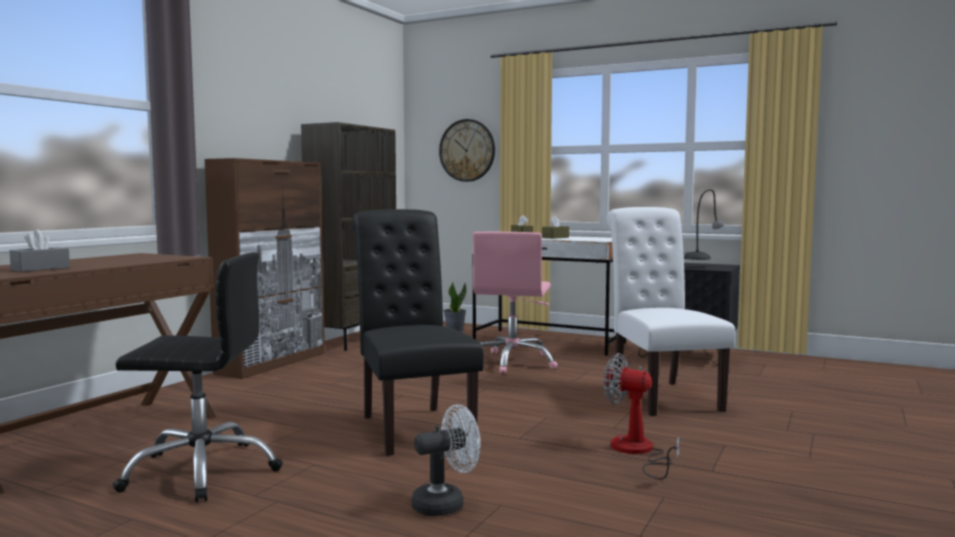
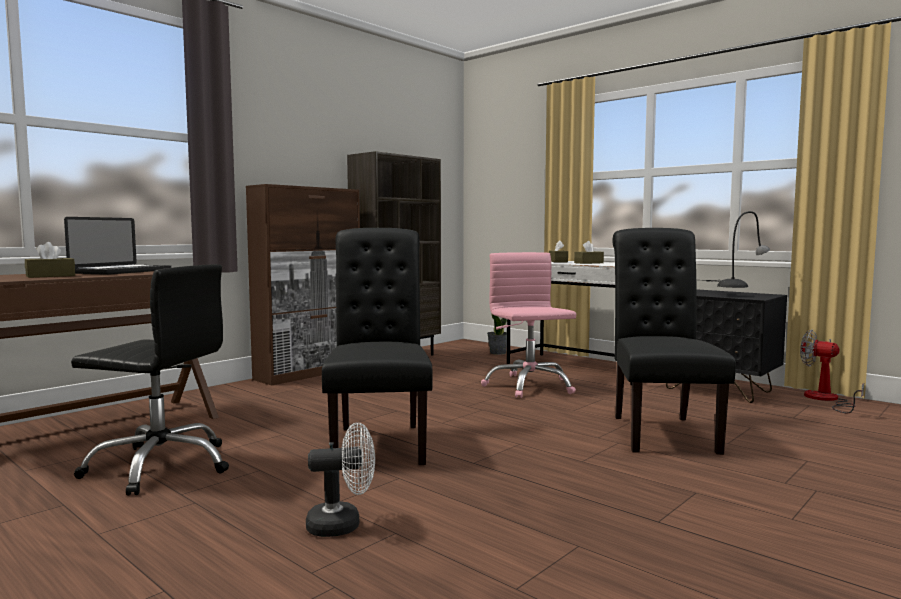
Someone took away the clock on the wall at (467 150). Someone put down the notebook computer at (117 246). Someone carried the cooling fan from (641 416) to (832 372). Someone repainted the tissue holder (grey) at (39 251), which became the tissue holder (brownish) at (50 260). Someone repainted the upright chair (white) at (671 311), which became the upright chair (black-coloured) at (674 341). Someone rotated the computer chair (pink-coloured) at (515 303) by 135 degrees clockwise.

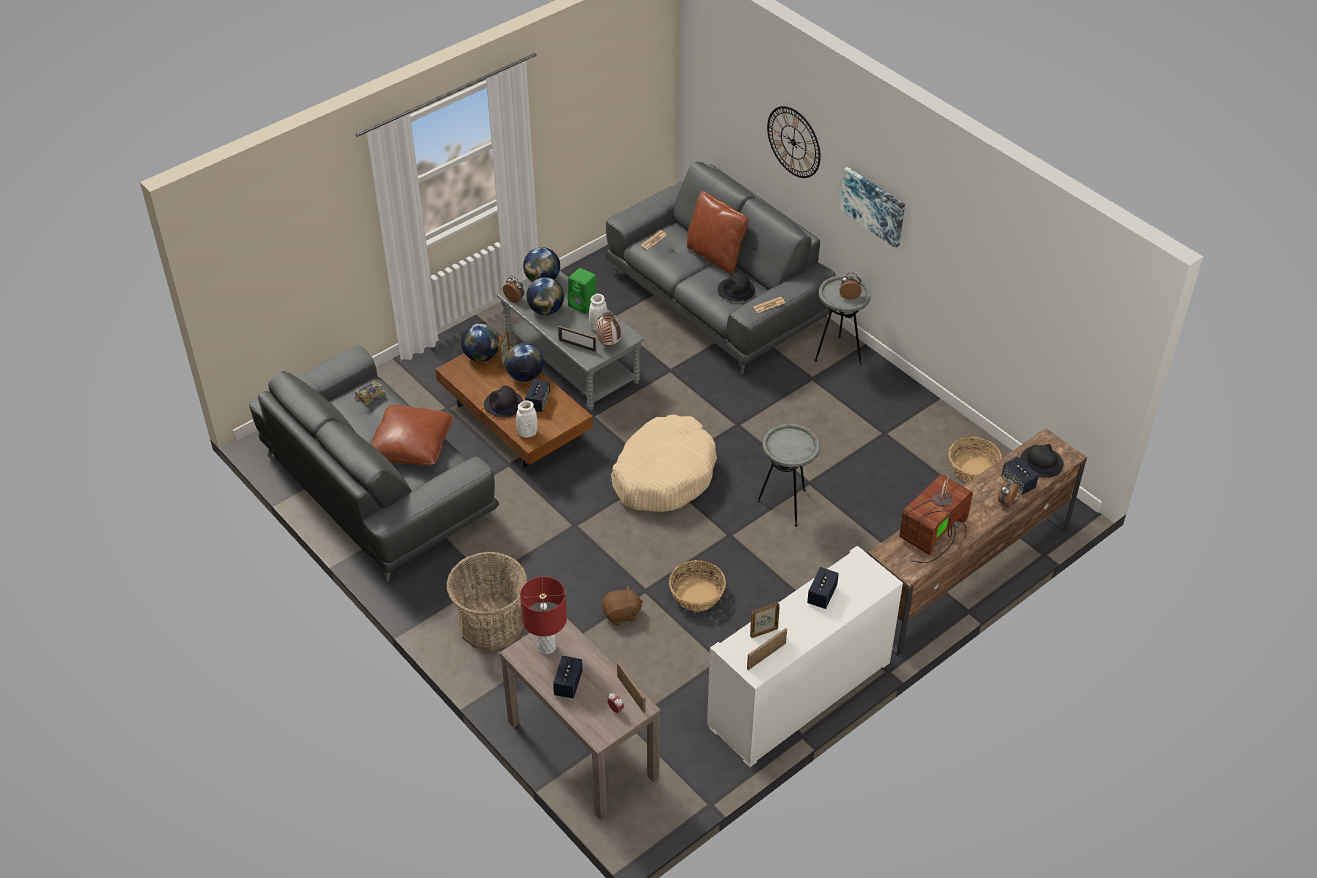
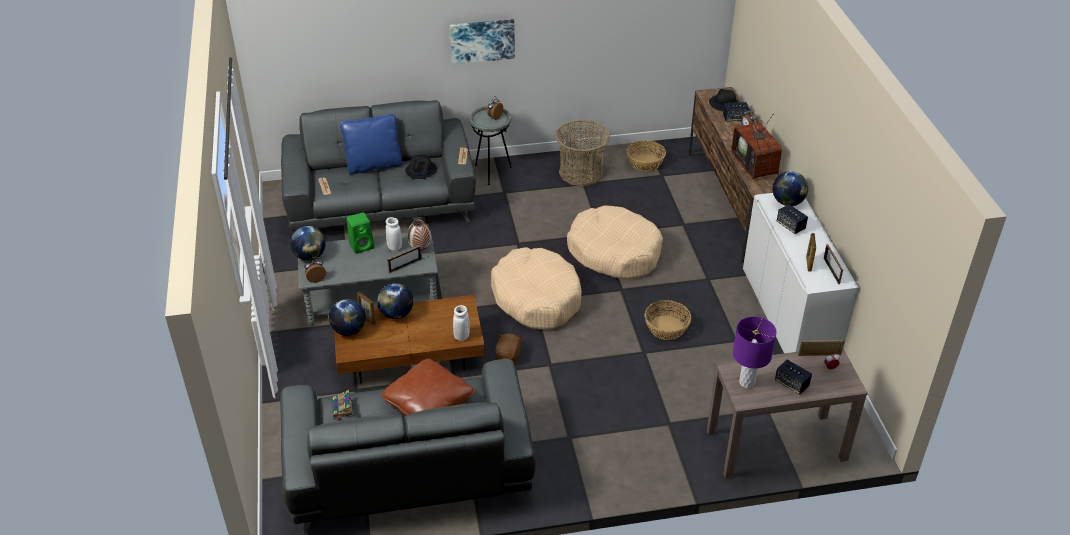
Someone took away the clothing hat (black-coloured) at (503 402). Someone took away the speaker at (537 395). Someone took away the clock on the wall at (794 142). Someone carried the basket from (486 601) to (582 152). Someone carried the world globe from (545 296) to (790 188). Someone carried the soft toy (brownish) from (622 605) to (509 349). Someone swapped the accent table (grey) at (788 475) for the dog bed (beige) at (615 242). Someone repainted the table lamp (red) at (543 615), which became the table lamp (purple) at (755 352). Someone repainted the throw pillow (brownish) at (717 232), which became the throw pillow (blue) at (371 144).

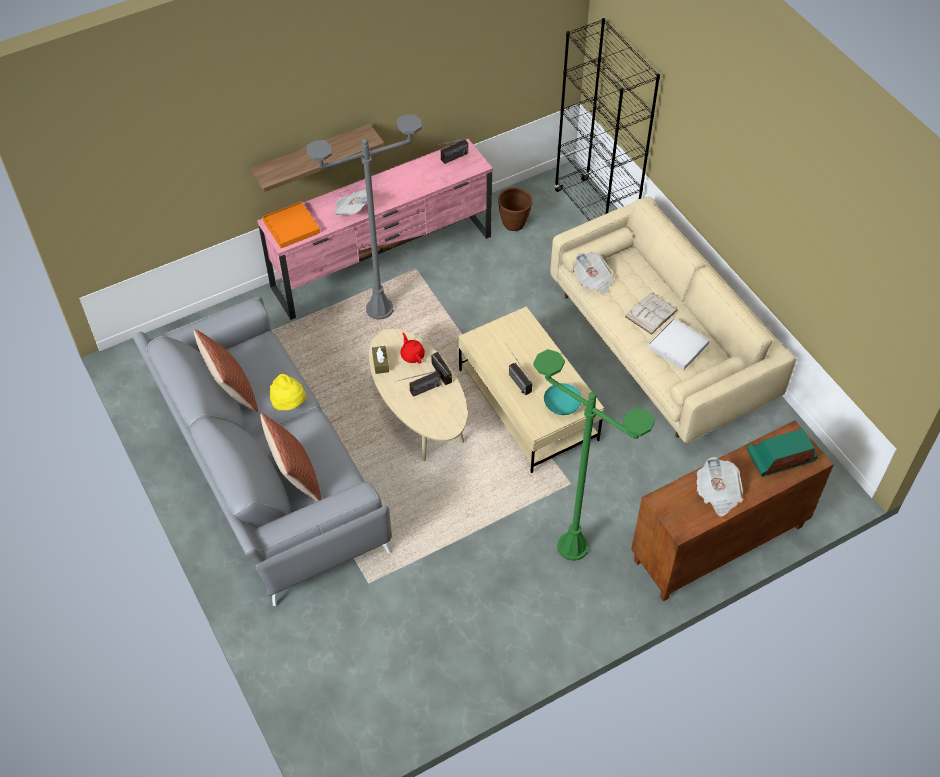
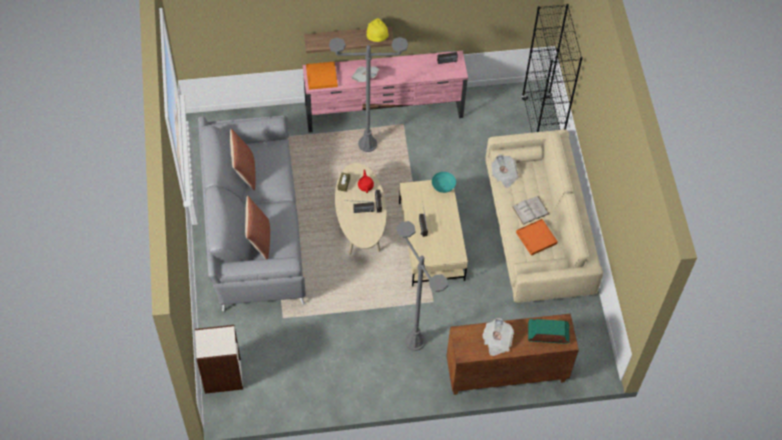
Someone took away the plant pot (brownish) at (515 209). Someone put down the bookshelf at (219 359). Someone carried the clothing hat (yellow) from (288 392) to (378 30). Someone carried the serving bowl (turquoise-coloured) from (563 399) to (444 182). Someone repainted the floor lamp (green-coloured) at (594 455), which became the floor lamp (grey) at (422 286). Someone repainted the carrying tray (white) at (679 344), which became the carrying tray (orangey) at (537 237).

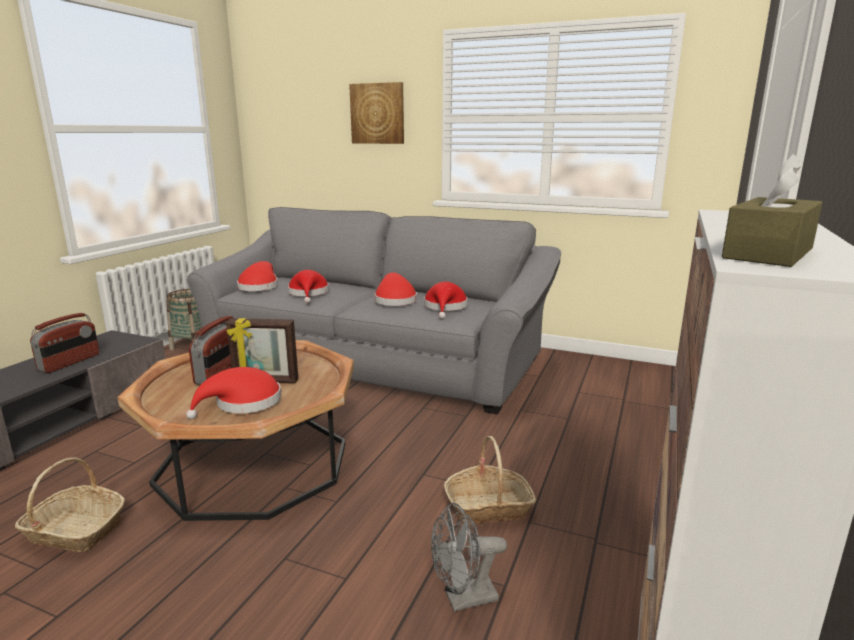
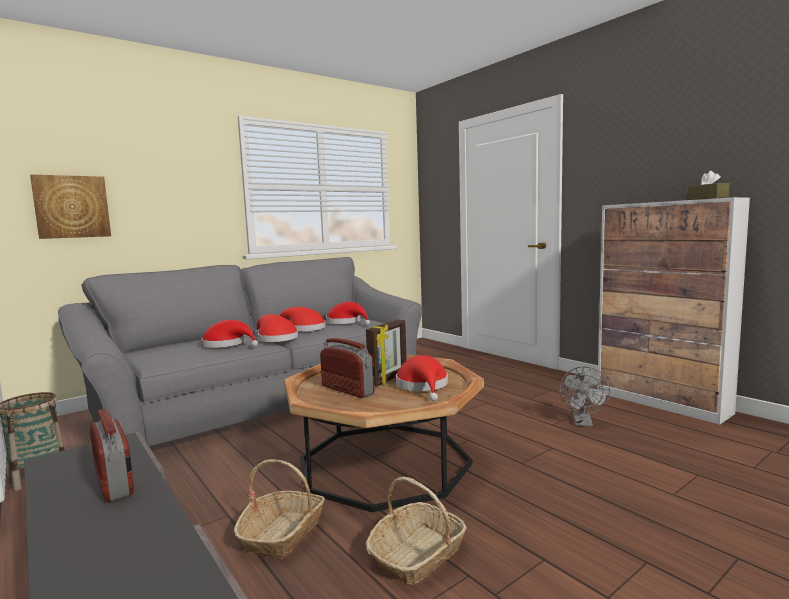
Someone carried the clothing hat (red) from (257 276) to (276 328). Someone carried the picture from (376 113) to (70 206). Someone carried the basket from (490 480) to (279 509).

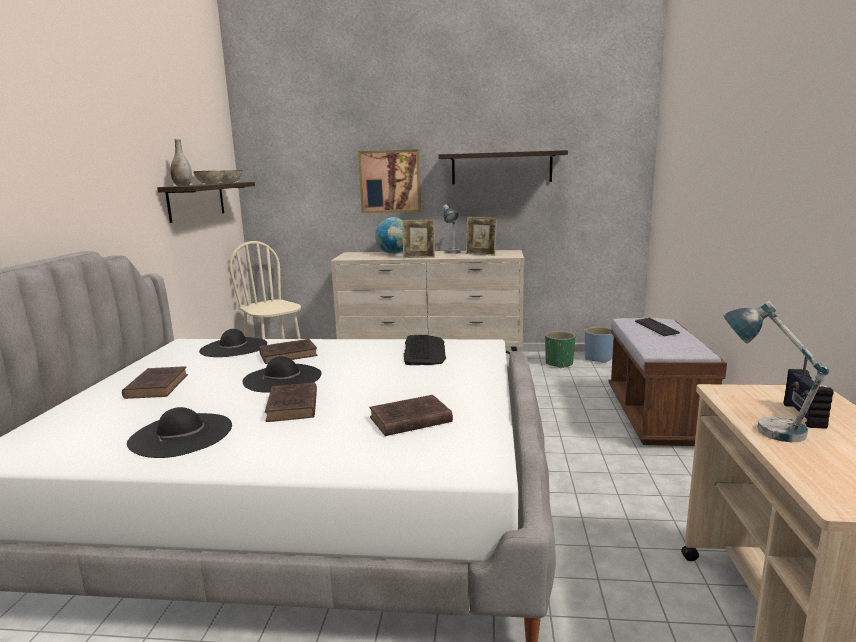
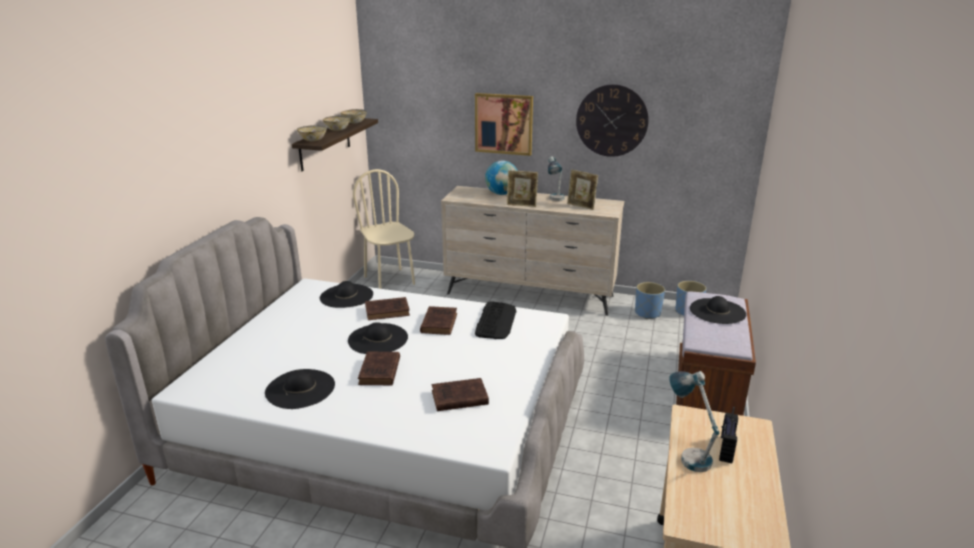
Someone carried the bound book (brownish) from (155 382) to (438 320). Someone swapped the decorative vase (grey) at (181 162) for the serving bowl at (312 133). Someone swapped the shelf at (503 167) for the clock on the wall at (612 120). Someone swapped the computer keyboard at (657 327) for the clothing hat (black-coloured) at (718 310). Someone repainted the plant pot (green-coloured) at (560 349), which became the plant pot (blue) at (650 300).

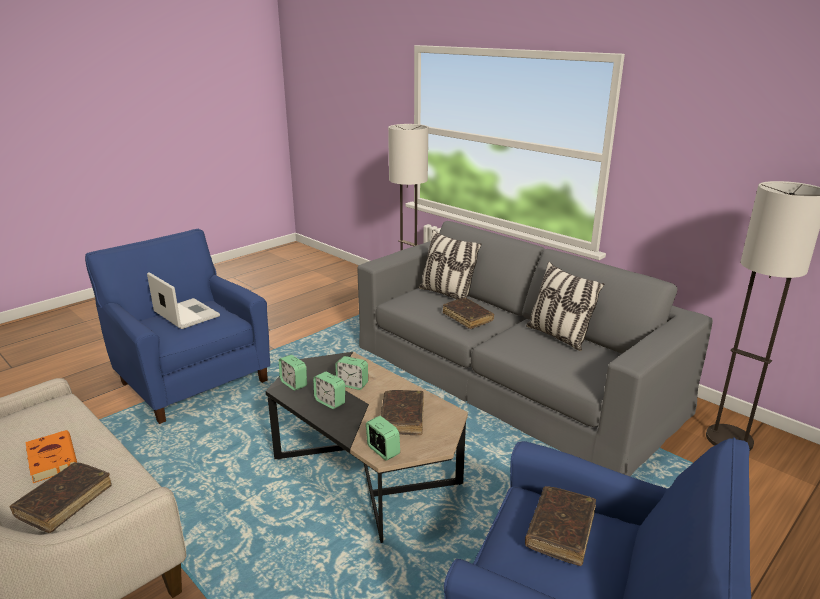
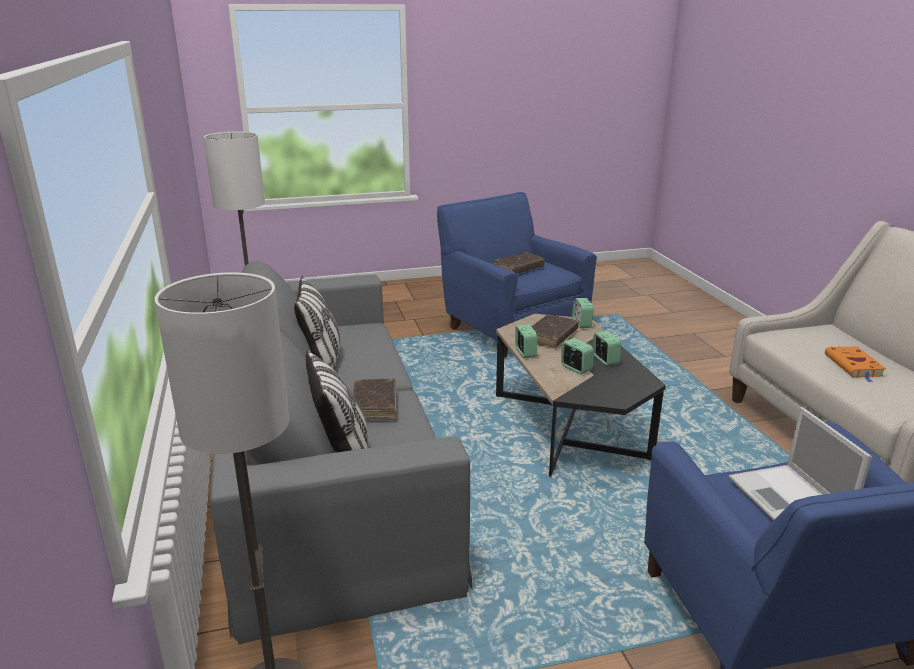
Someone took away the bound book (brownish) at (61 497). Someone carried the alarm clock from (293 373) to (526 341).

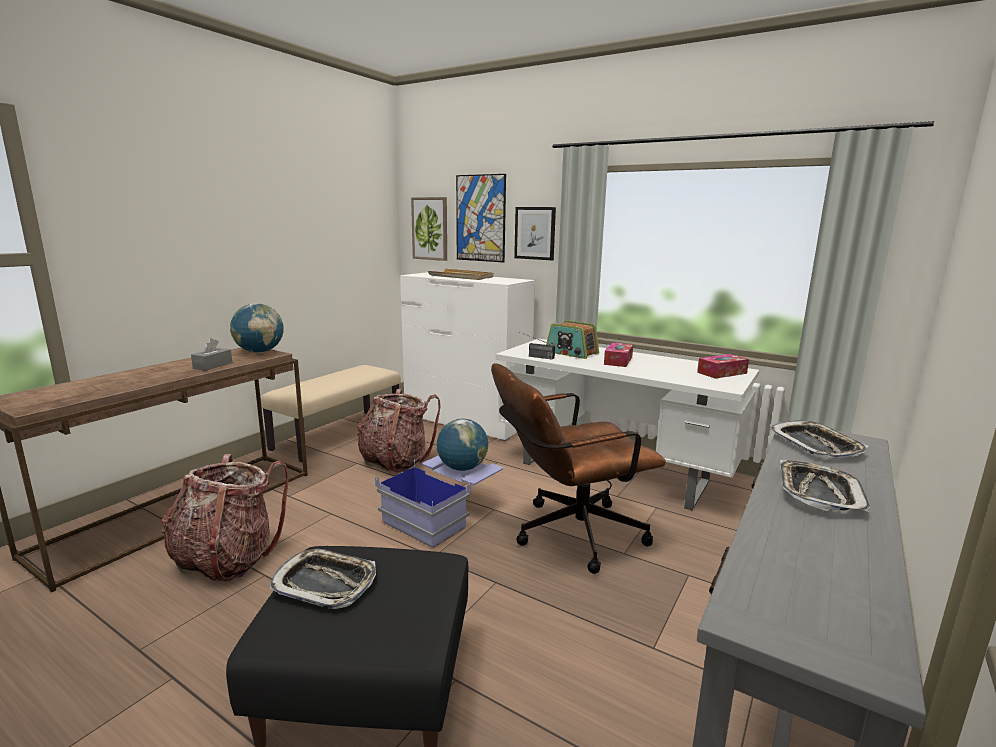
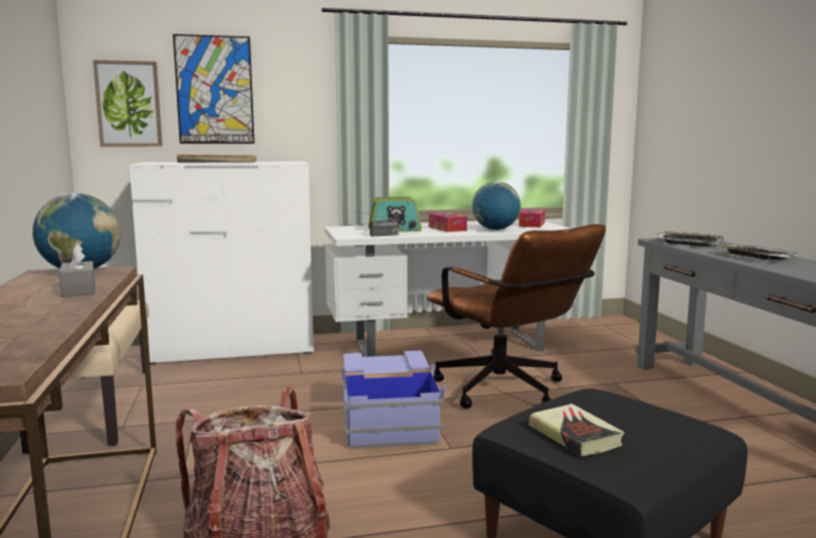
Someone took away the backpack at (399 431). Someone took away the picture at (535 233). Someone carried the world globe from (462 445) to (496 206). Someone swapped the carrying tray at (322 579) for the bound book at (576 430). Someone rotated the computer chair (brownish) at (578 468) by 60 degrees counterclockwise.

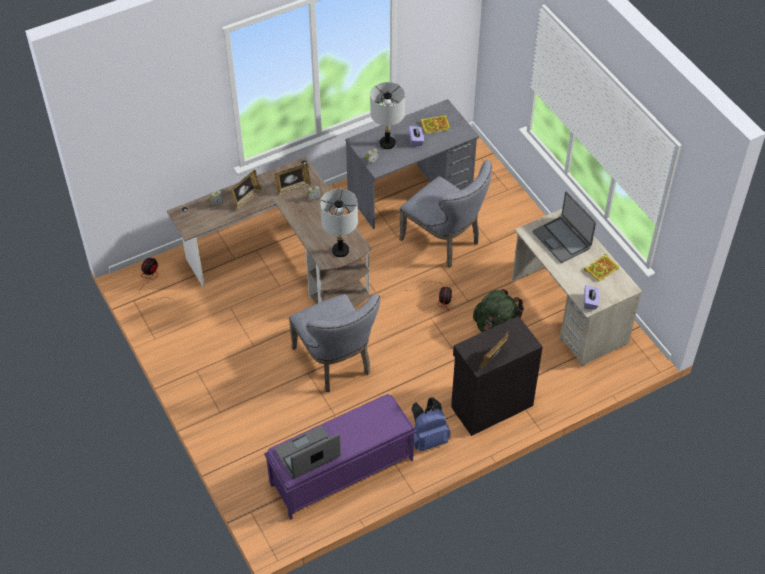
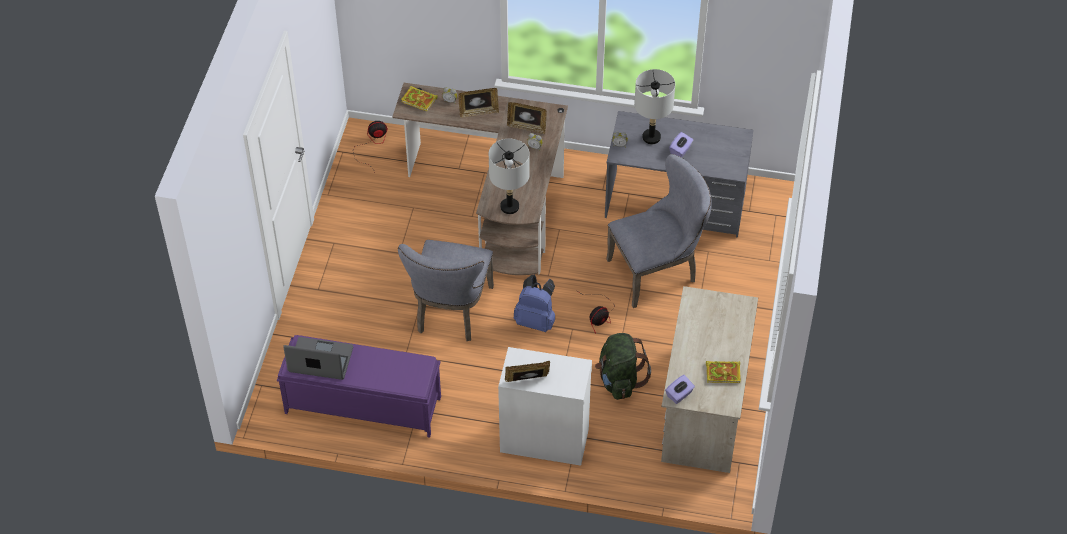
Someone took away the notebook computer at (564 227). Someone carried the backpack (blue) from (430 424) to (534 303). Someone carried the bound book from (435 124) to (419 98). Someone repainted the storage cabinet (black-coloured) at (497 376), which became the storage cabinet (white) at (545 406). Someone rotated the upright chair (grey) at (445 214) by 105 degrees counterclockwise.

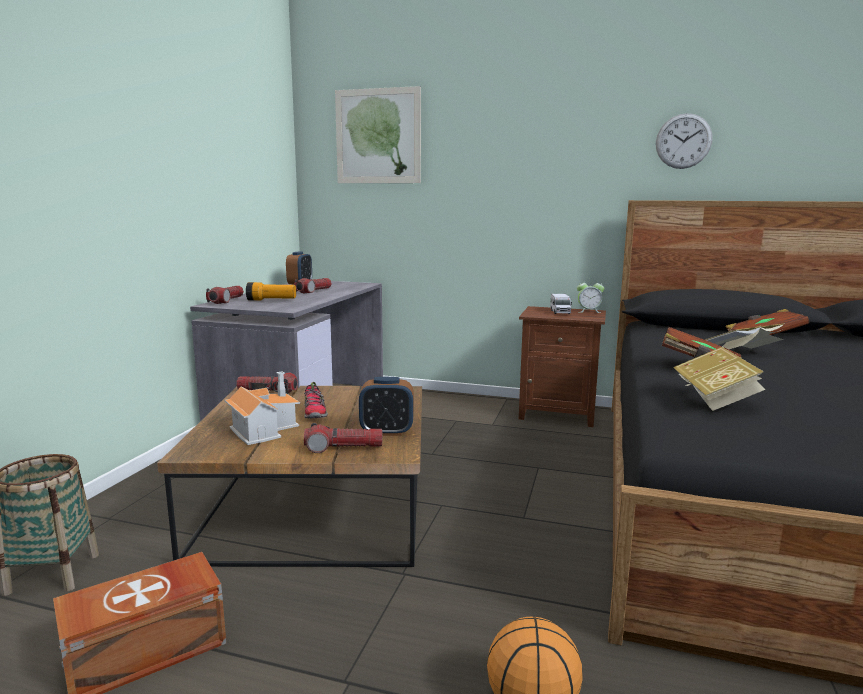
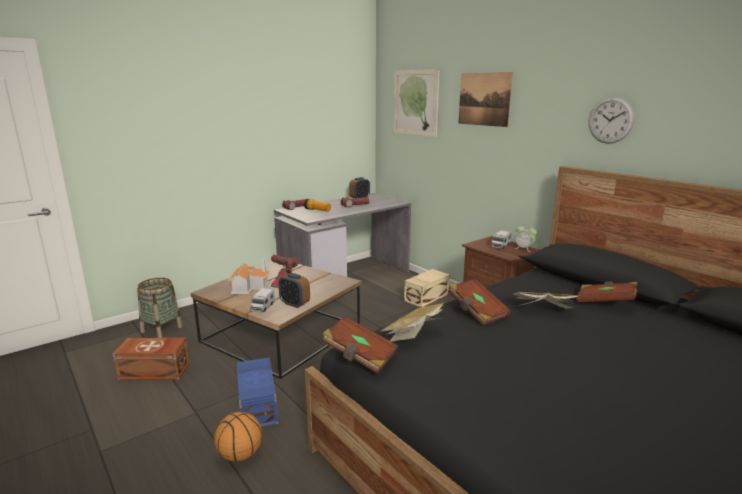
Someone put down the storage box (blue) at (257 392). Someone put down the bound book (brownish) at (359 345). Someone put down the storage box (beige) at (427 288). Someone put up the picture at (485 99). Someone swapped the flashlight at (343 438) for the model truck at (262 300).

